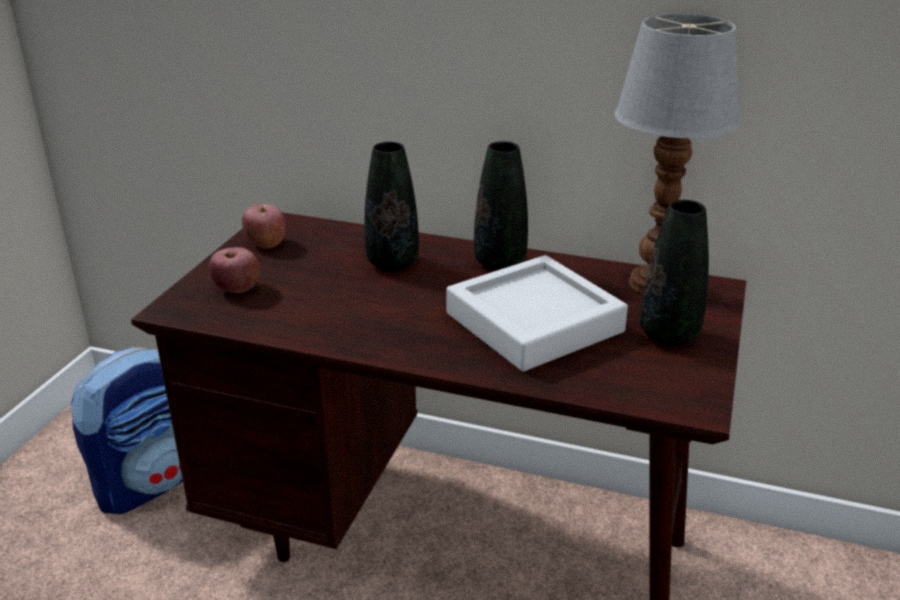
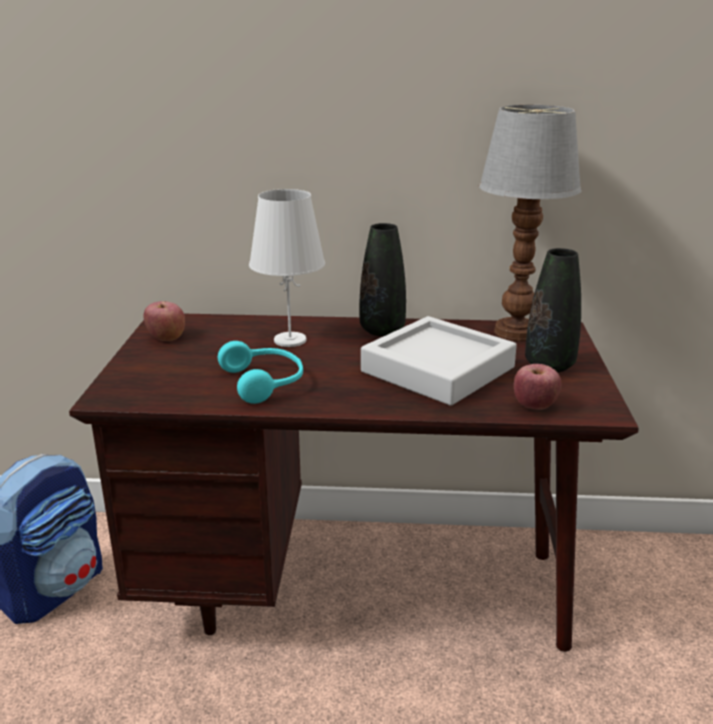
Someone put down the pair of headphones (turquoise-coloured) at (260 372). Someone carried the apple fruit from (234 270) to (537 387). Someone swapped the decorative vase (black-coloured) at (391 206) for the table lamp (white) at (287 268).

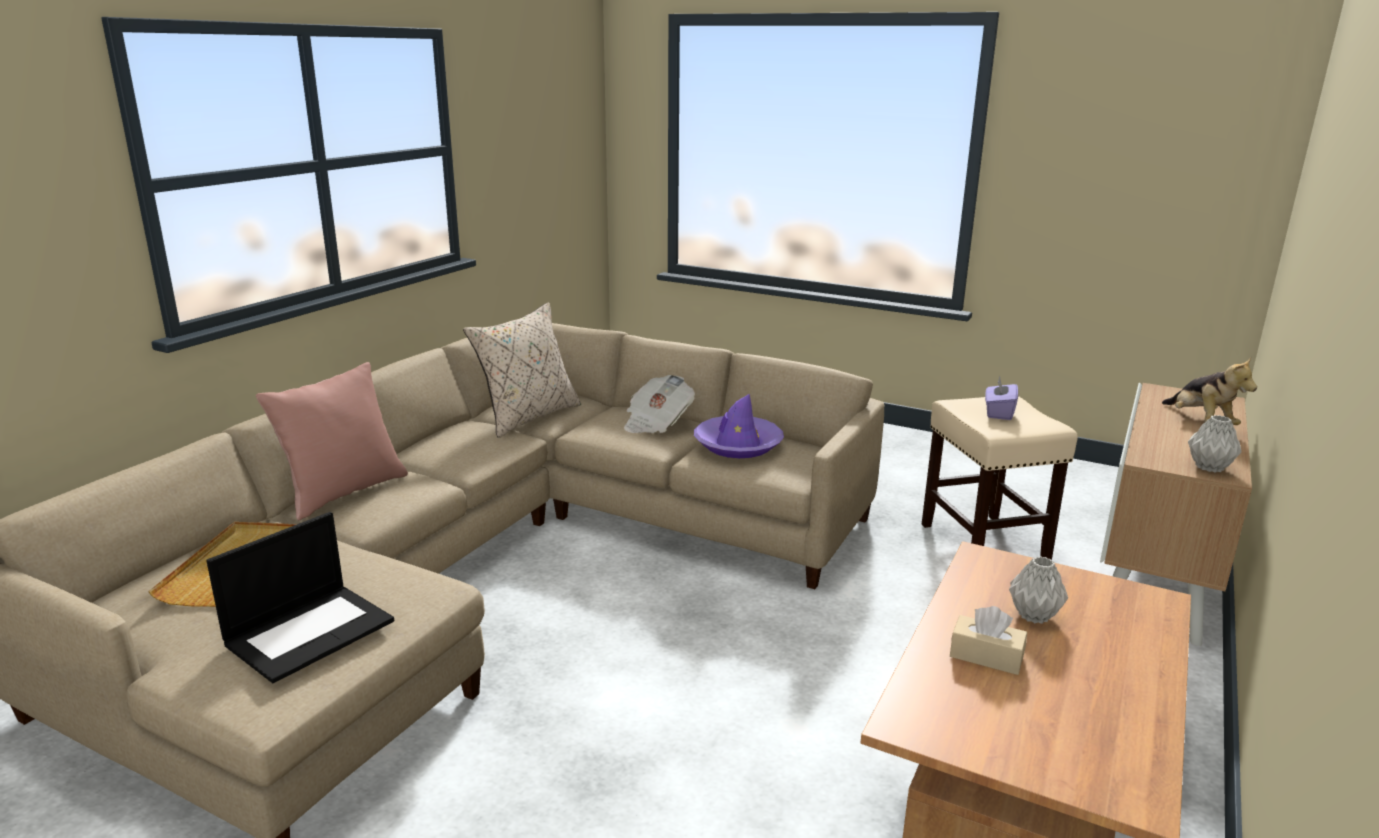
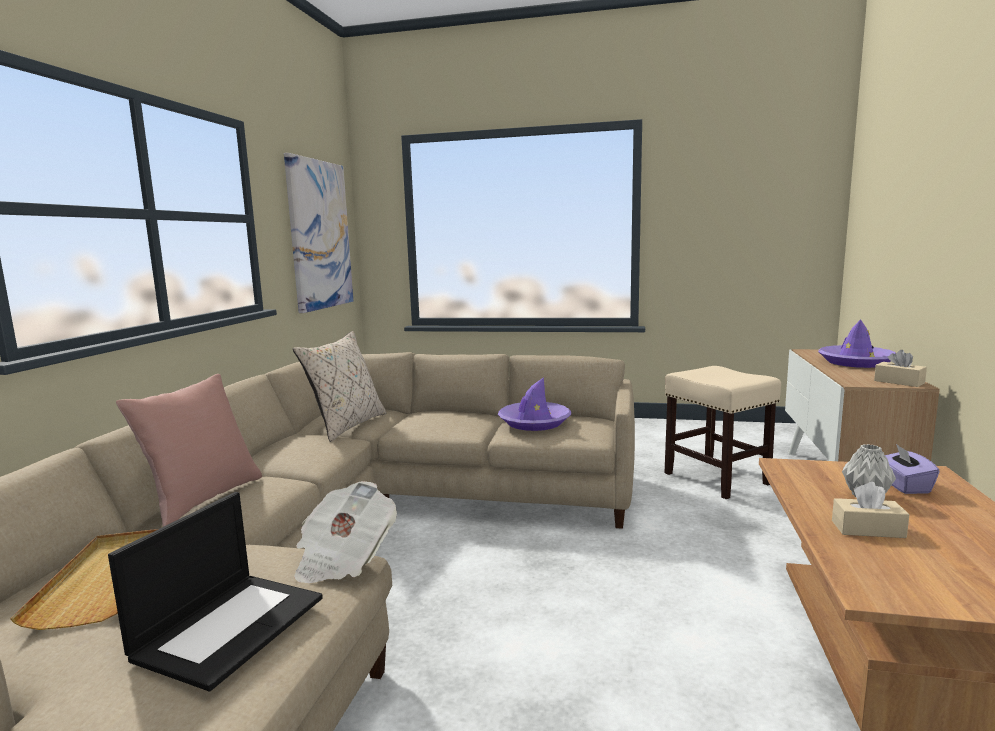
Someone put up the picture at (318 233). Someone carried the printed paper from (659 404) to (345 532). Someone carried the tissue holder (purple) from (1001 398) to (912 469). Someone swapped the soft toy at (1209 391) for the clothing hat (purple) at (857 343). Someone swapped the decorative vase (grey) at (1215 444) for the tissue holder (beige) at (900 368).

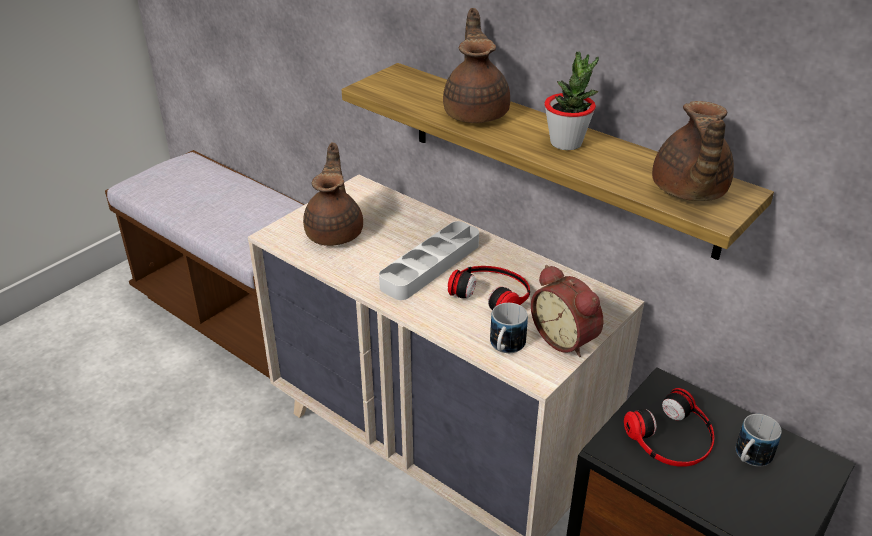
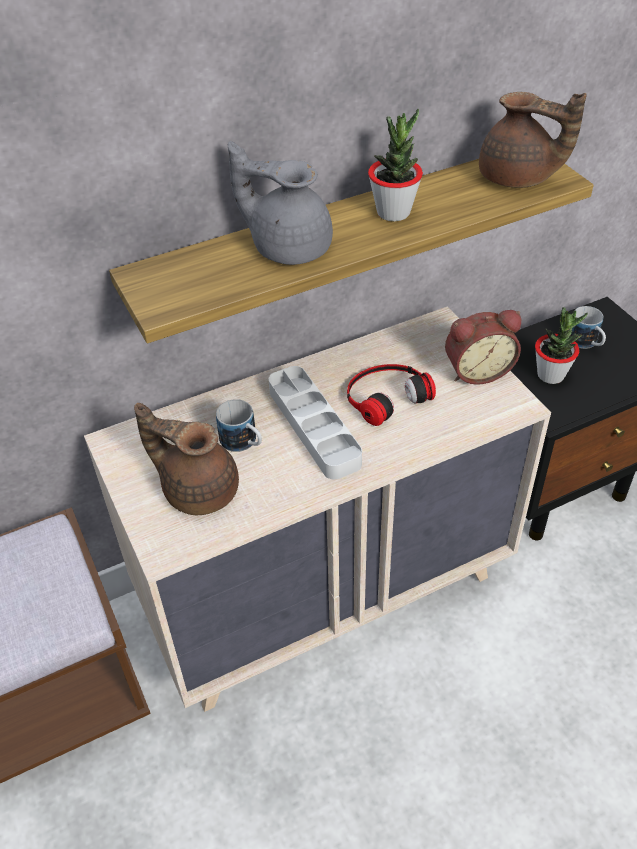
Someone carried the tea mug from (509 328) to (239 425). Someone swapped the pair of headphones at (669 427) for the potted plant at (561 345). Someone repainted the teapot (brownish) at (476 65), which became the teapot (grey) at (280 203).

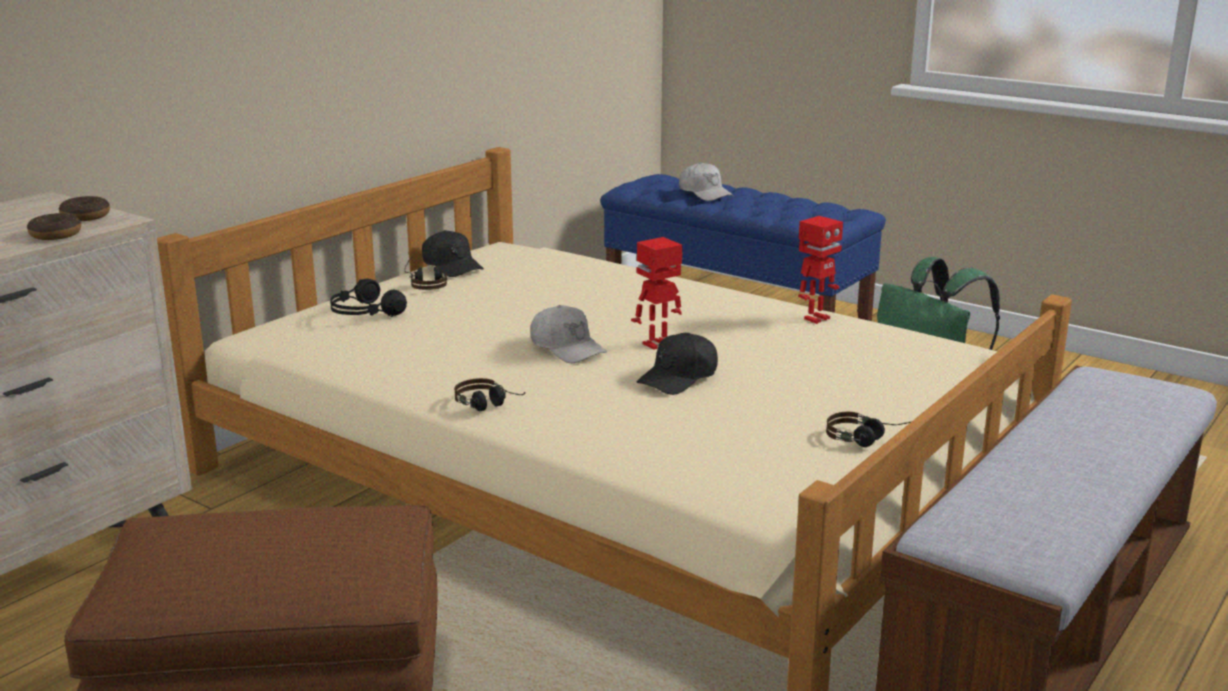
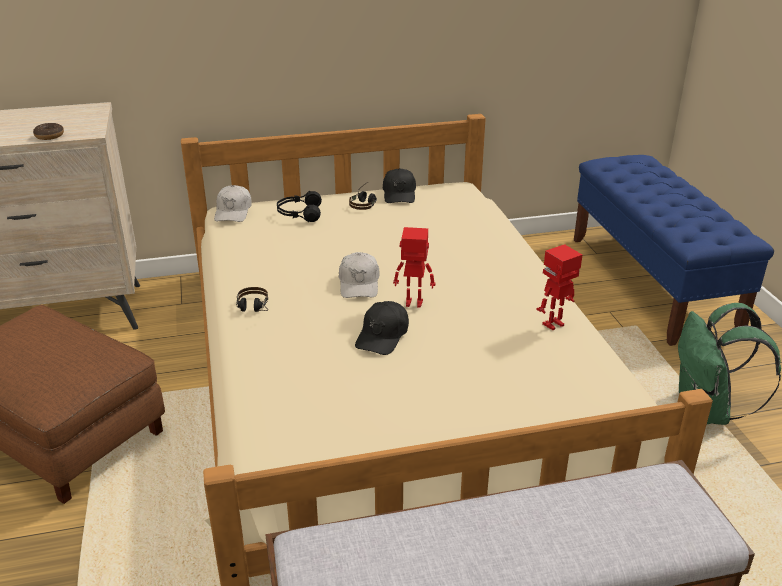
Someone took away the ring doughnut at (84 208). Someone took away the pair of headphones at (868 429). Someone carried the baseball cap (white) from (706 181) to (233 203). Someone rotated the baseball cap (black-coloured) at (677 364) by 60 degrees counterclockwise. Someone rotated the model robot at (820 270) by 150 degrees clockwise.

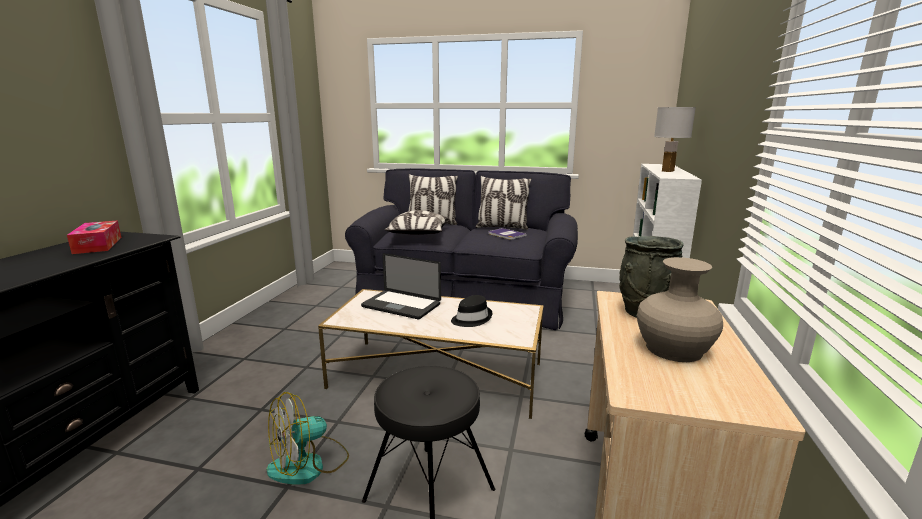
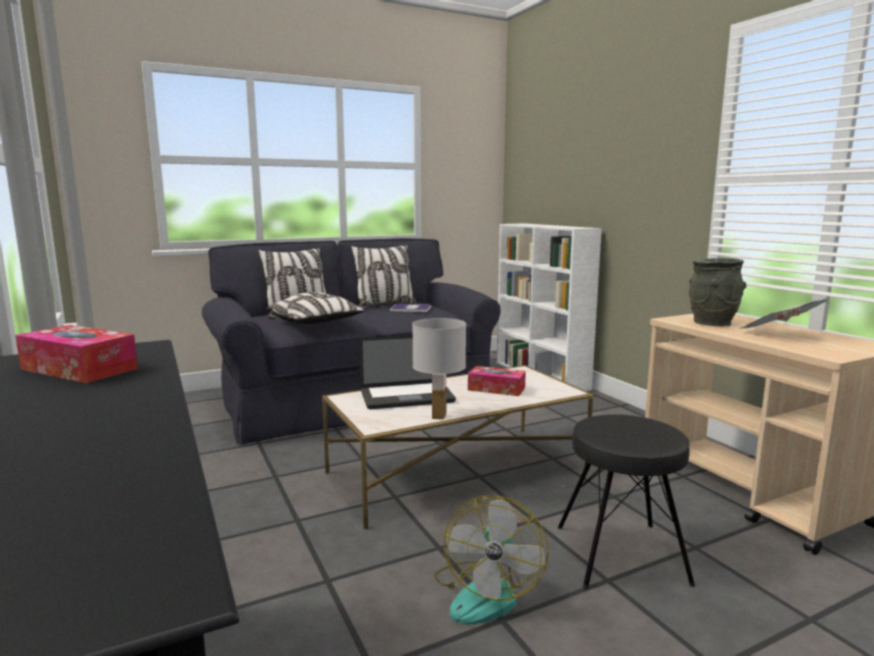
Someone carried the table lamp (white) from (675 139) to (439 369). Someone swapped the clothing hat (black-coloured) at (471 311) for the tissue holder at (497 381). Someone swapped the decorative vase (beige) at (680 309) for the printed paper at (784 313).

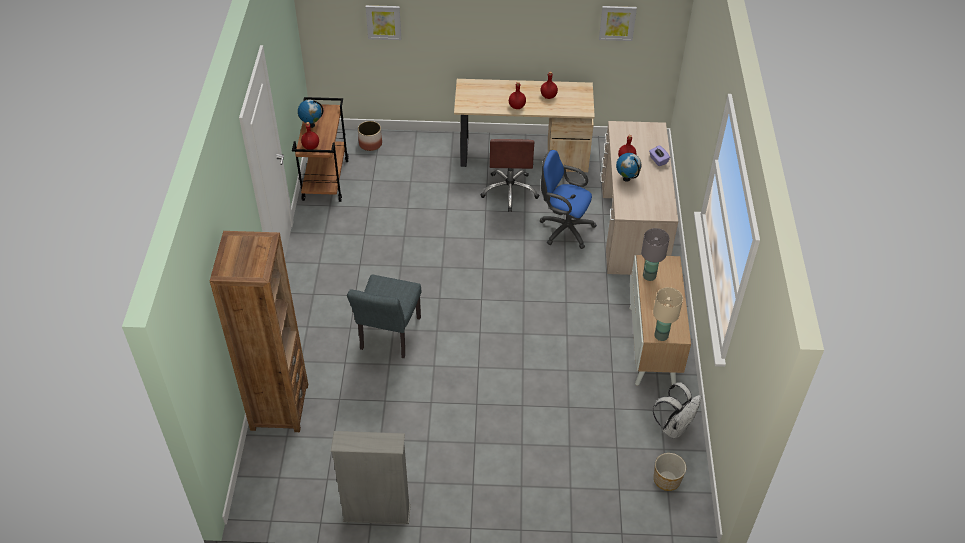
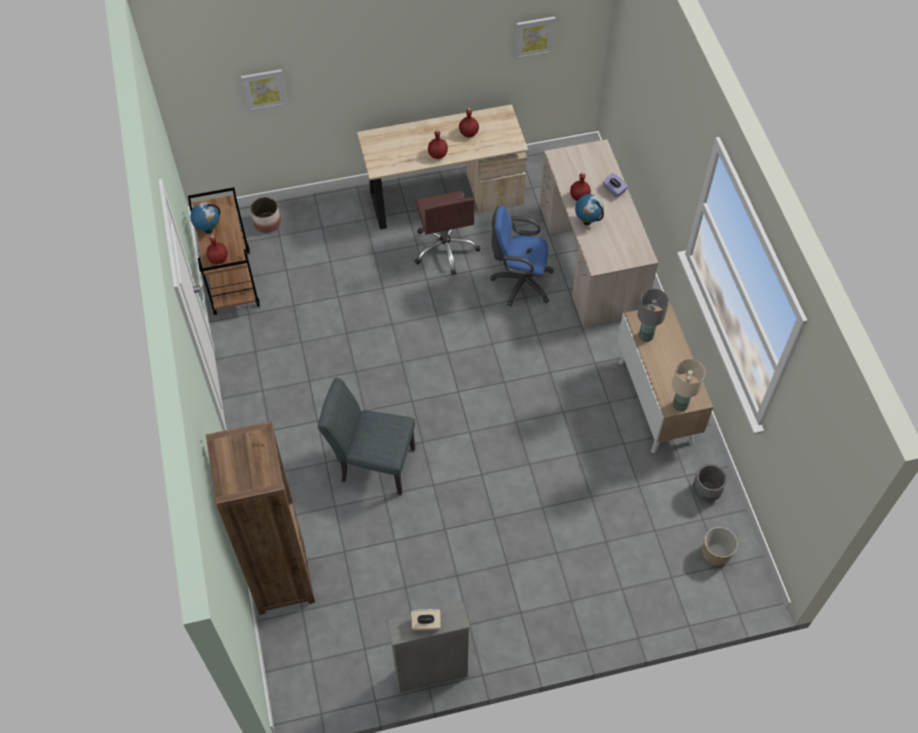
Someone put down the tissue holder (beige) at (426 620). Someone swapped the backpack (white) at (677 410) for the plant pot (grey) at (710 483). Someone rotated the upright chair (grey) at (384 316) by 105 degrees clockwise.

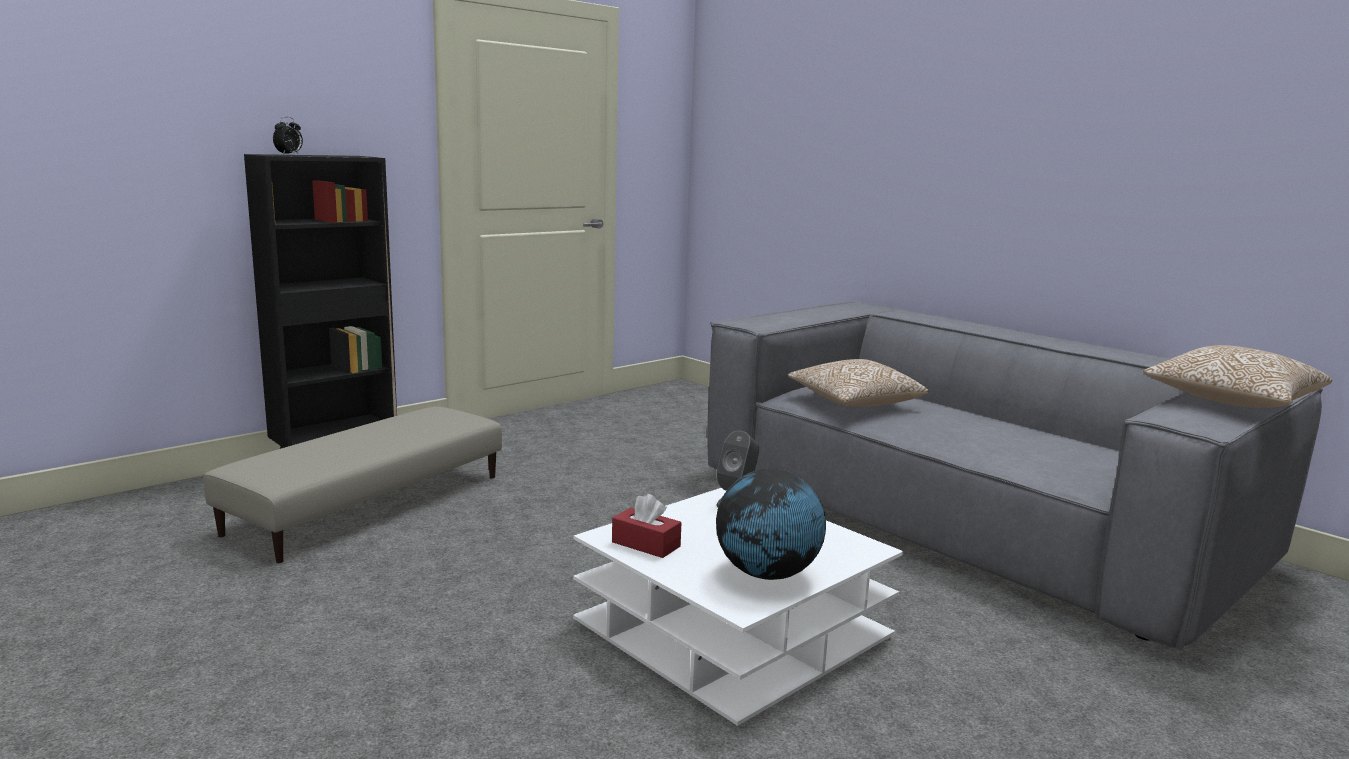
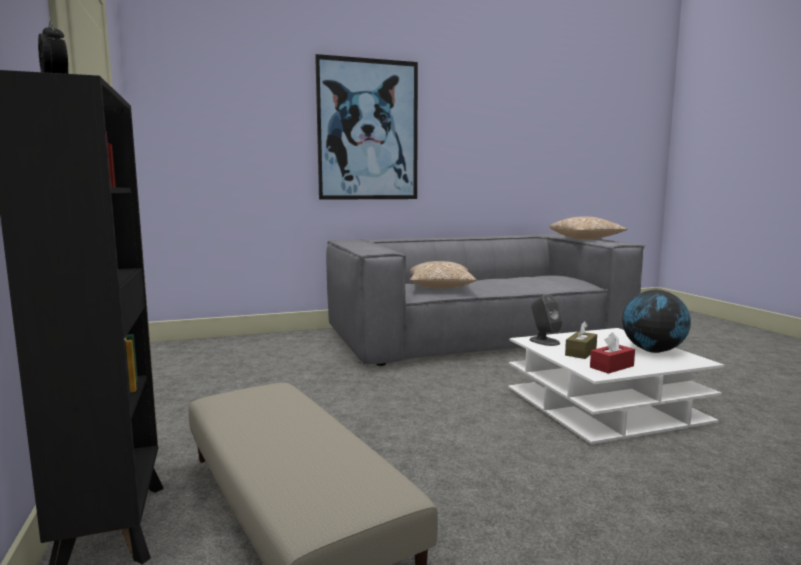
Someone put up the picture at (366 127). Someone put down the tissue holder (brownish) at (581 340).

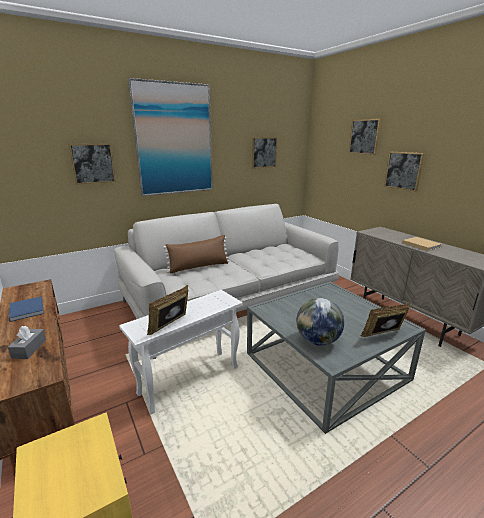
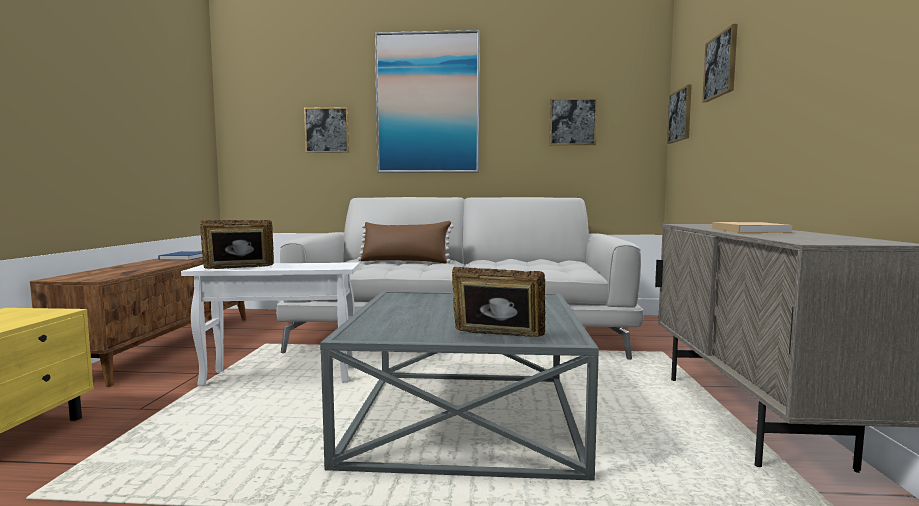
Someone took away the tissue holder (grey) at (27 342). Someone took away the world globe at (320 322). Someone carried the picture from (404 171) to (679 114).

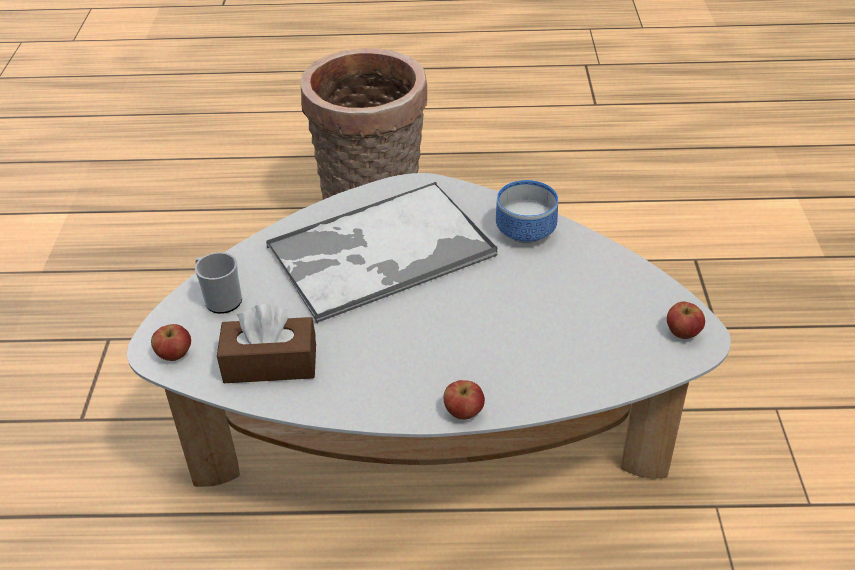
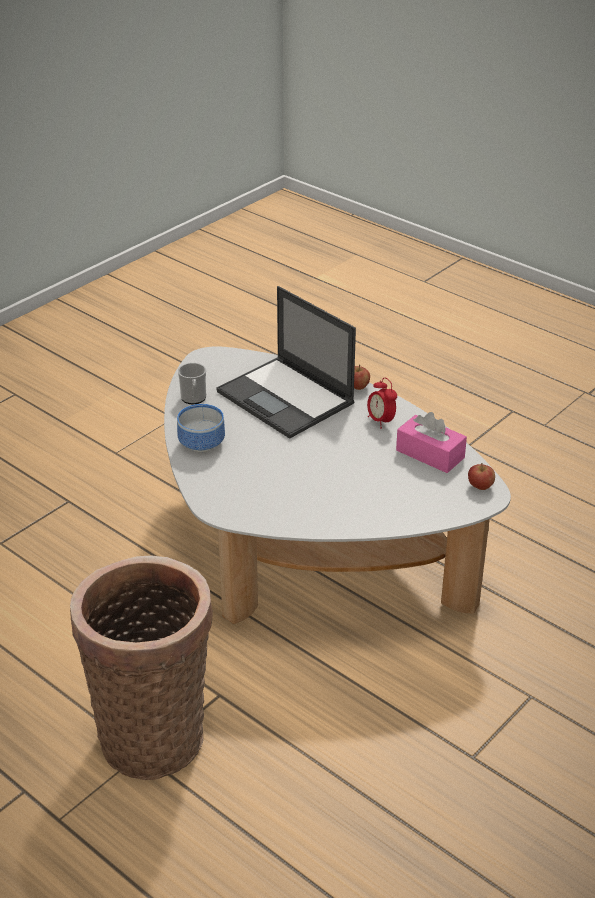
Someone took away the carrying tray at (382 252). Someone took away the apple fruit at (686 320). Someone put down the notebook computer at (286 362). Someone put down the alarm clock at (382 403). Someone carried the tea mug from (218 283) to (192 383). Someone repainted the tissue holder (brownish) at (266 343), which became the tissue holder (pink-coloured) at (431 442).

